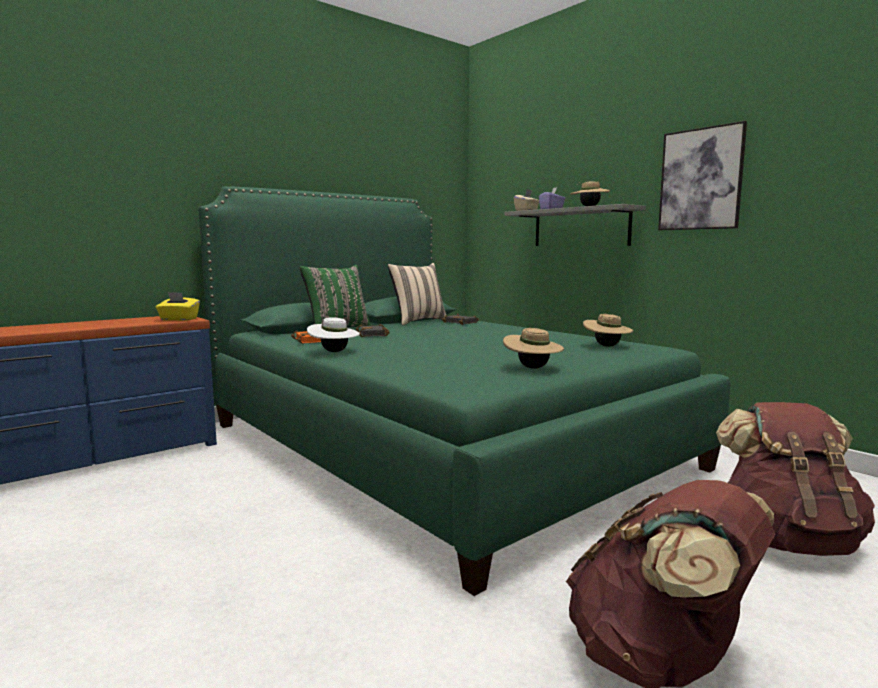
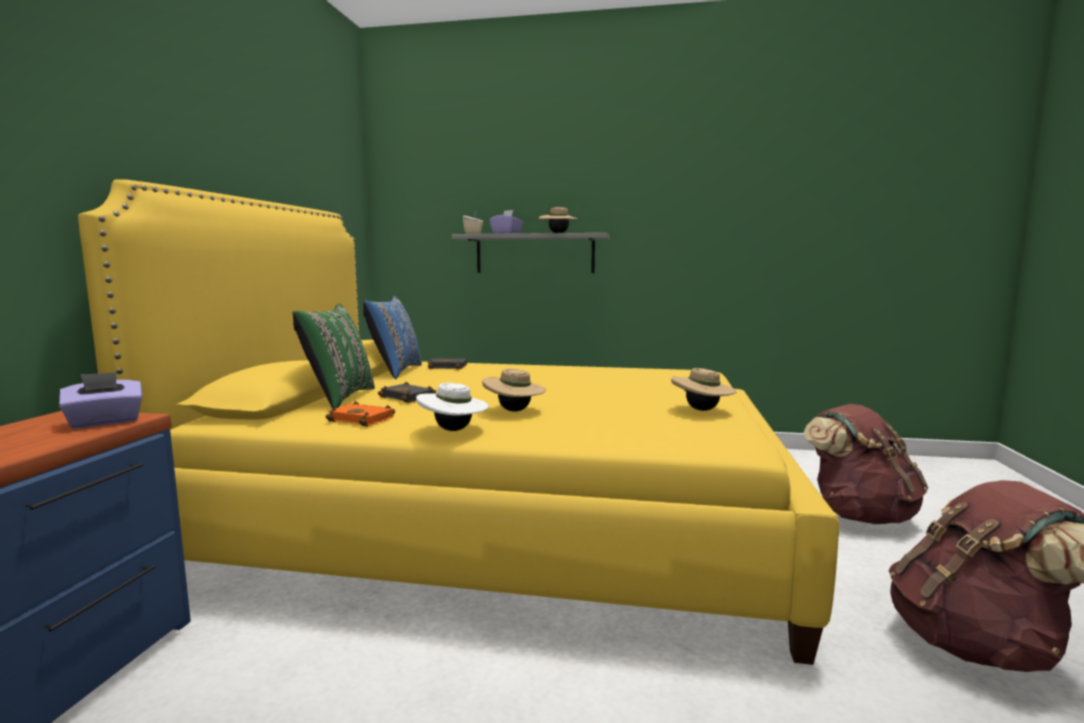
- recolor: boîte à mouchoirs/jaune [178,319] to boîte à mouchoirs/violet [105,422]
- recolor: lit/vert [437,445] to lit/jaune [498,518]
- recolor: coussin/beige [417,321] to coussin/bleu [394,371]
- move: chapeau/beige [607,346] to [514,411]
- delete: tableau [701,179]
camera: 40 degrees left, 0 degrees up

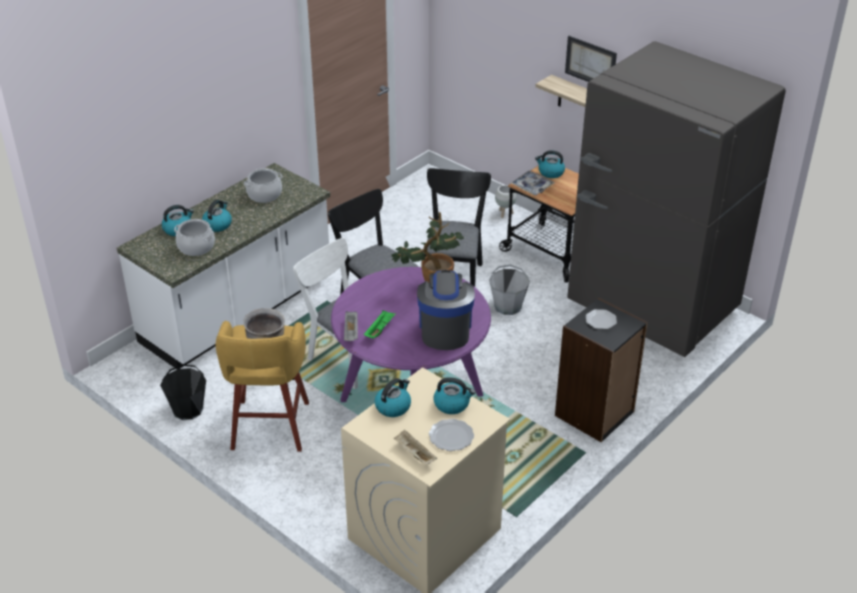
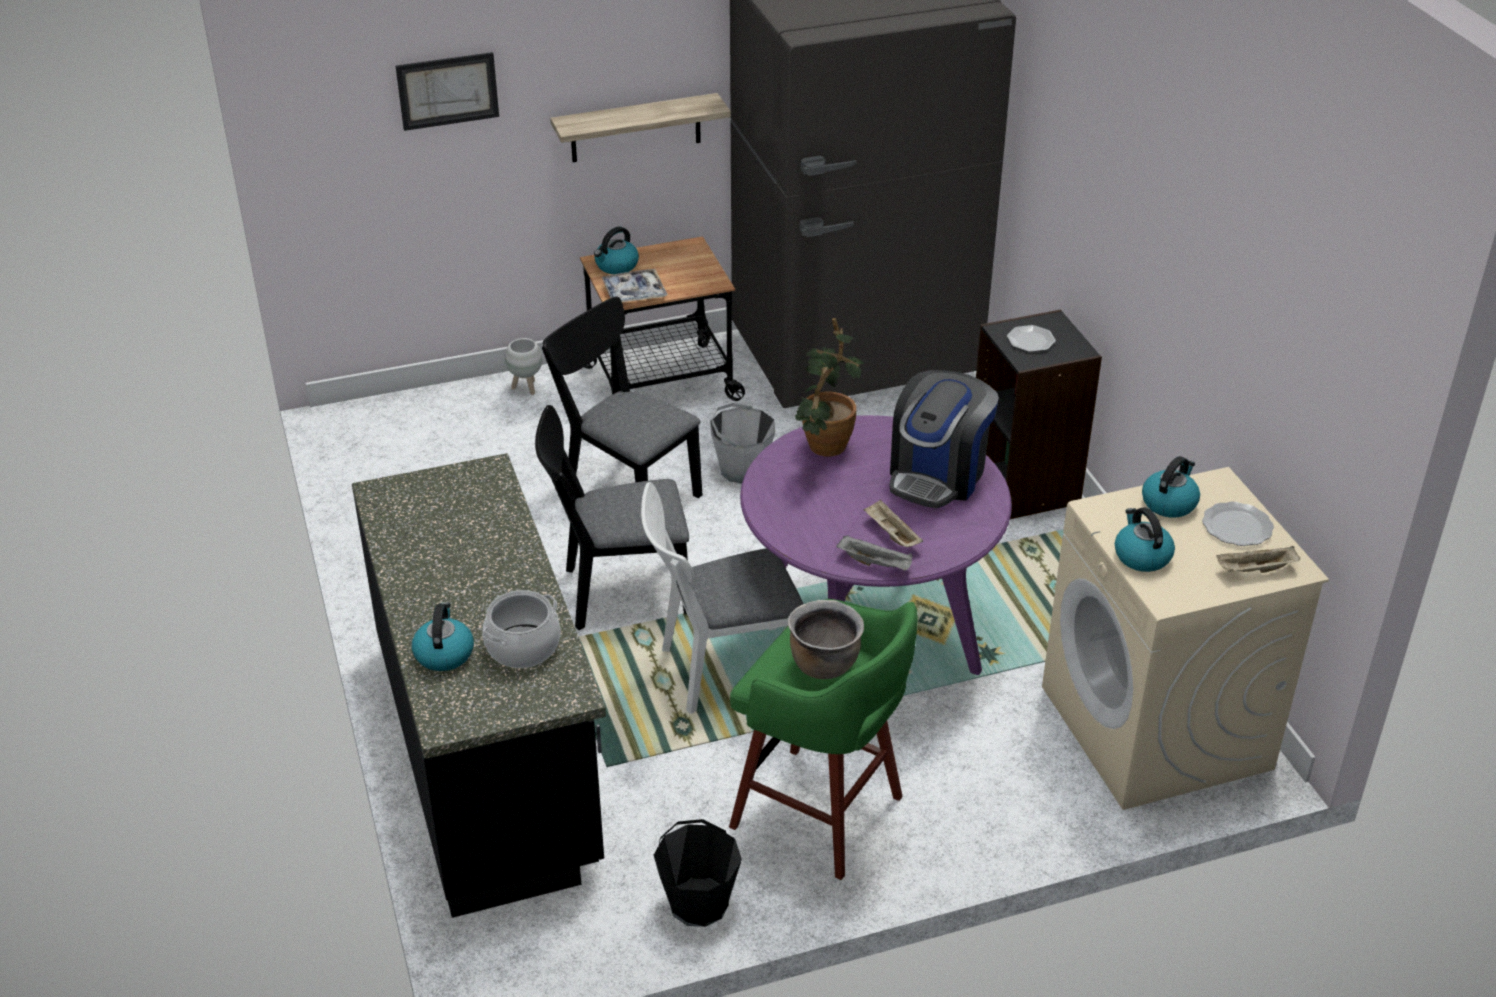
- recolor: comptoir de cuisine/blanc [238,311] to comptoir de cuisine/noir [490,755]
- move: tableau [590,62] to [447,90]
- recolor: tabouret/jaune [269,428] to tabouret/vert [821,815]
- recolor: plateau/vert [379,330] to plateau/beige [891,534]
- rotate: machine à café [445,329] = [938,475] 90 degrees counterclockwise
- delete: bouilloire [217,224]
- delete: marmite [264,195]
camera: 60 degrees left, 0 degrees up

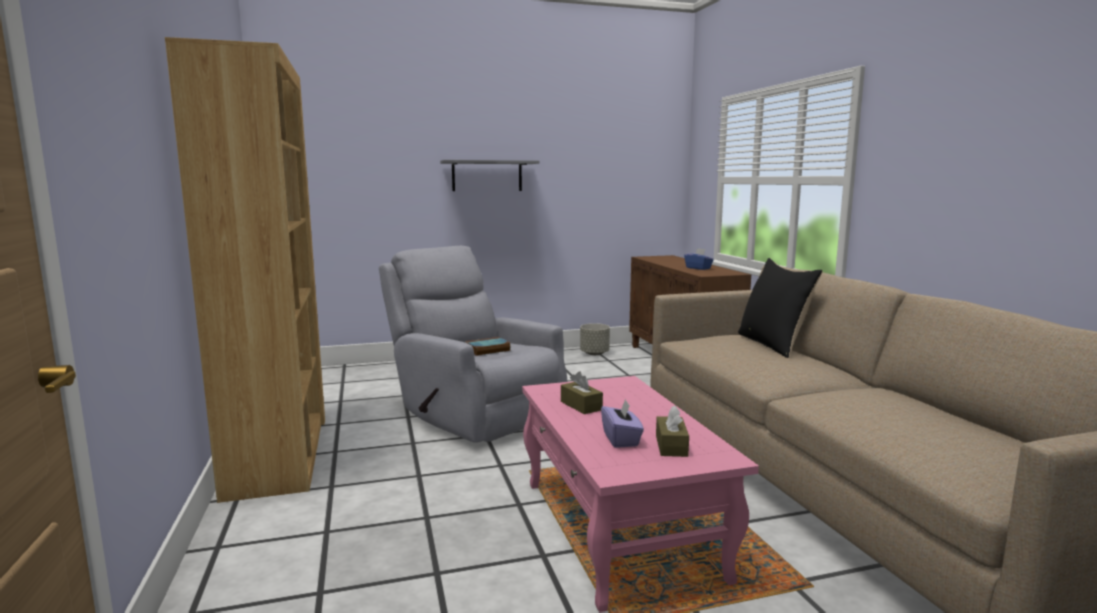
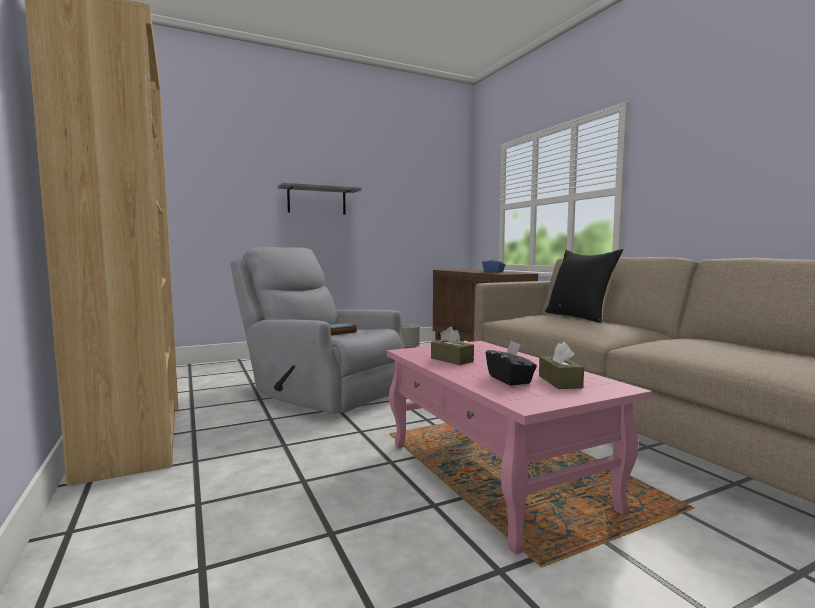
- recolor: boîte à mouchoirs/violet [621,439] to boîte à mouchoirs/noir [510,379]
camera: 10 degrees left, 5 degrees down

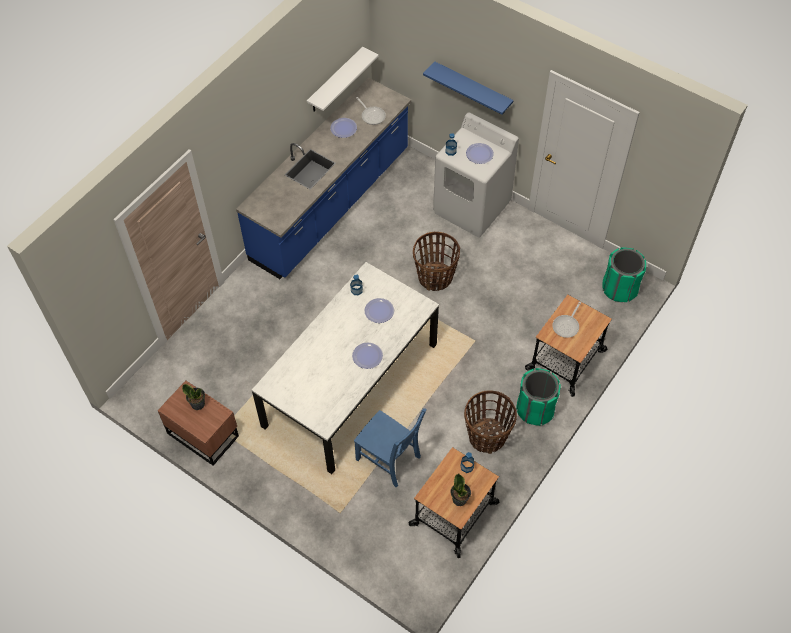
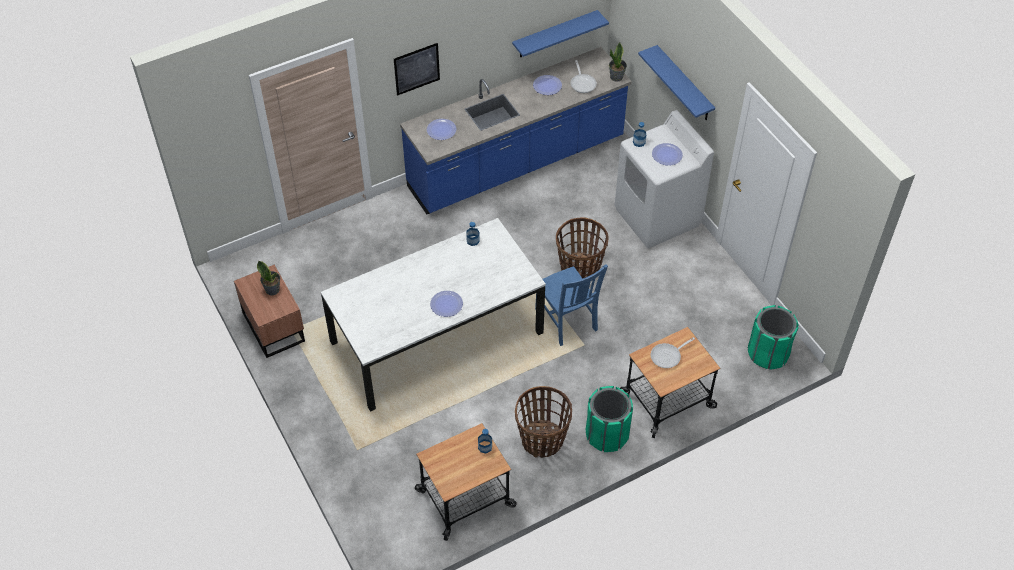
- insert: tableau [416,69]
- move: assiette [379,311] to [441,130]
- recolor: étagère/blanc [335,81] to étagère/bleu [555,34]
- move: chaise/bleu [390,459] to [567,321]
- move: plante en pot [460,499] to [616,77]
camera: 25 degrees right, 5 degrees down

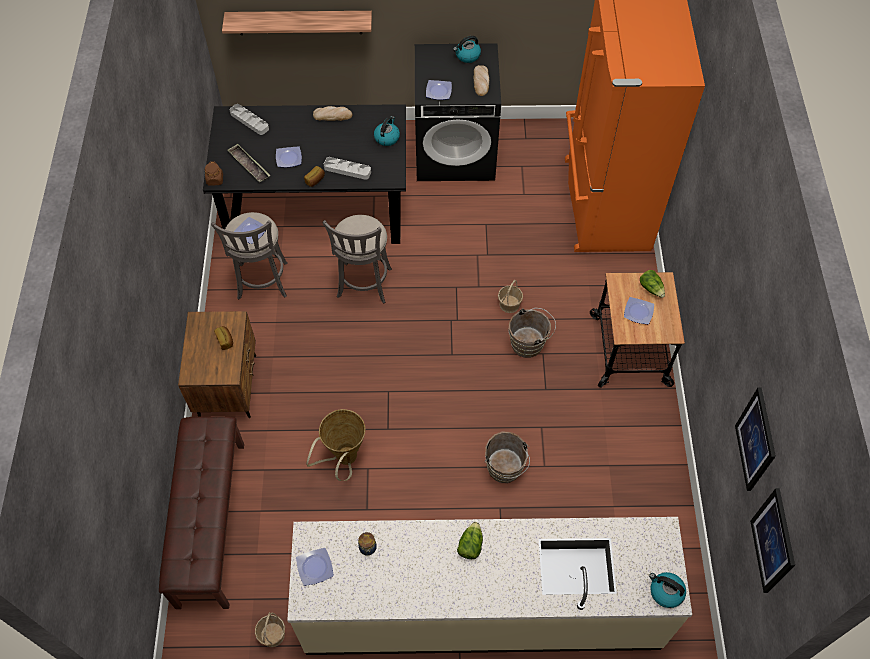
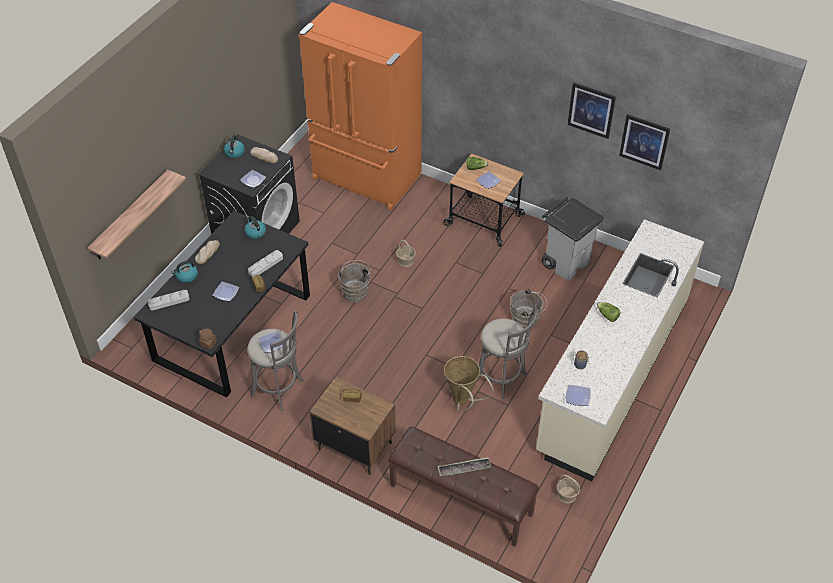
- move: bouilloire [665,592] to [186,276]
- move: seau/marron [529,343] to [356,291]
- move: plateau [249,165] to [464,469]
- move: tabouret/gris [364,285] to [502,379]
- insert: poubelle/gris [566,263]
- move: tableau [773,541] to [591,110]
camera: 60 degrees left, 10 degrees down

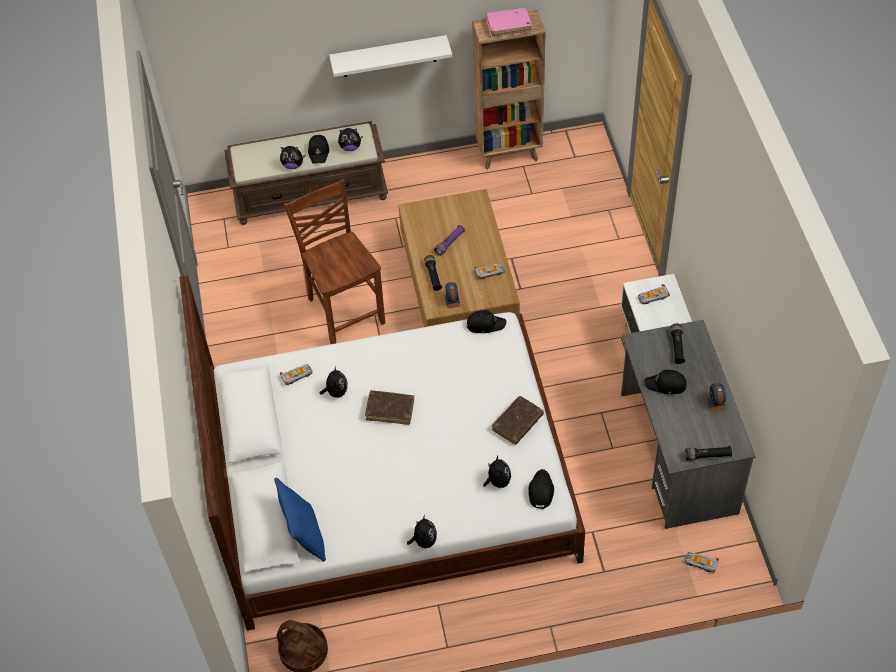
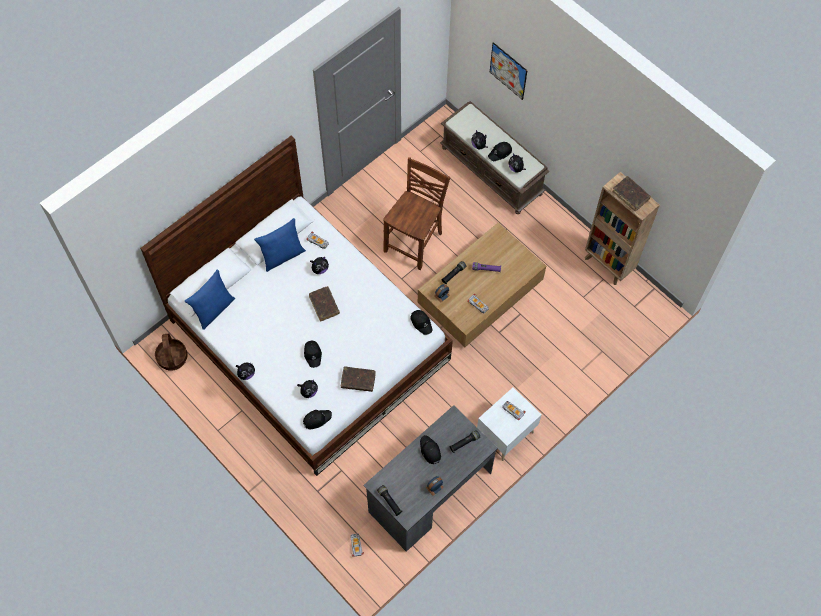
- insert: coussin/bleu [282,255]
- insert: casquette/noir [313,354]
- insert: tableau [508,71]
- recolor: livre/rose [508,26] to livre/marron [630,195]
- delete: étagère/blanc [389,56]
camera: 55 degrees right, 10 degrees up

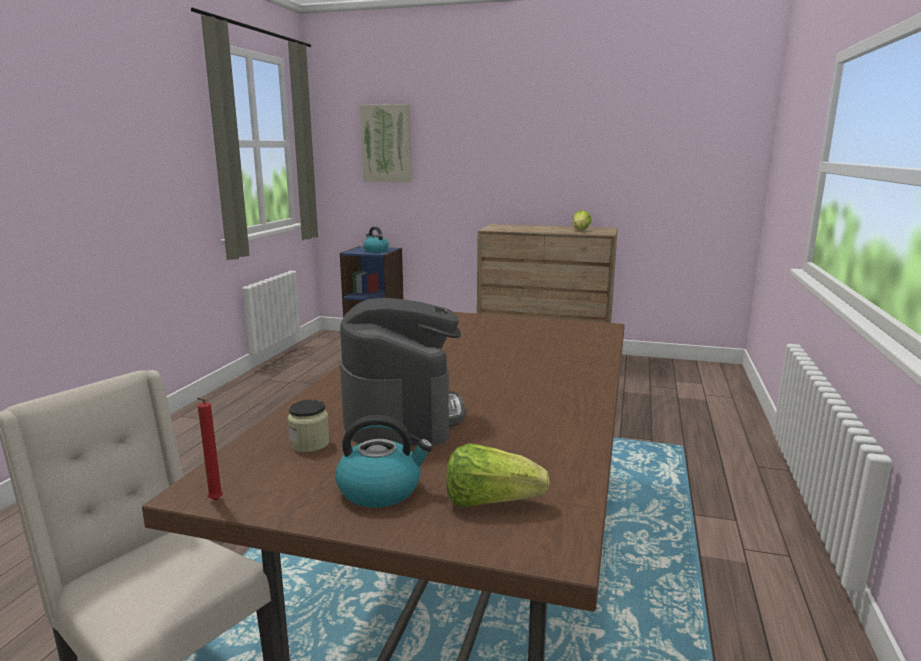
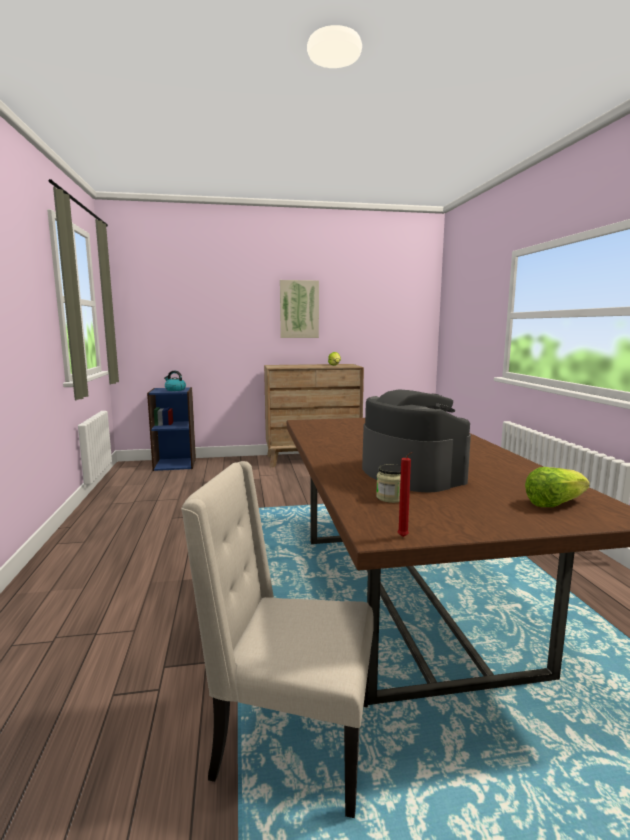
- move: tableau [386,144] to [299,309]
- delete: bouilloire [381,489]
camera: 25 degrees left, 5 degrees down

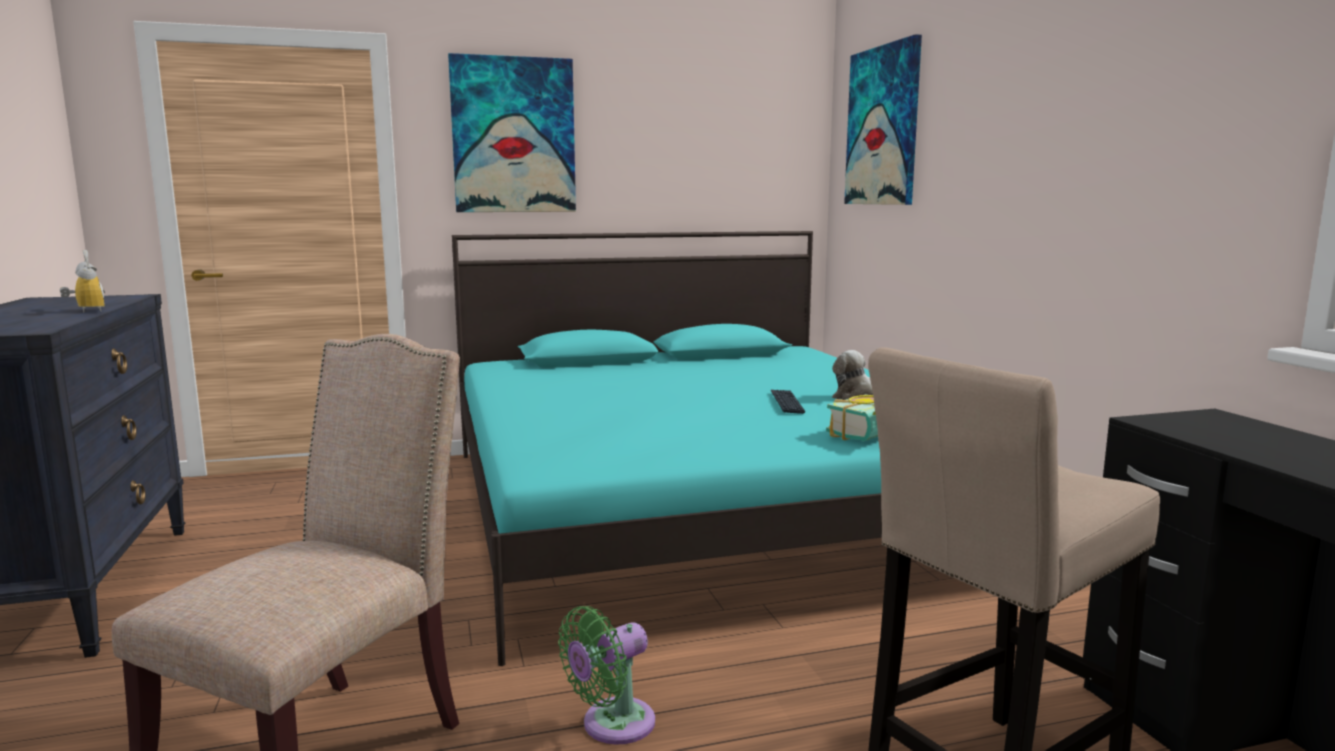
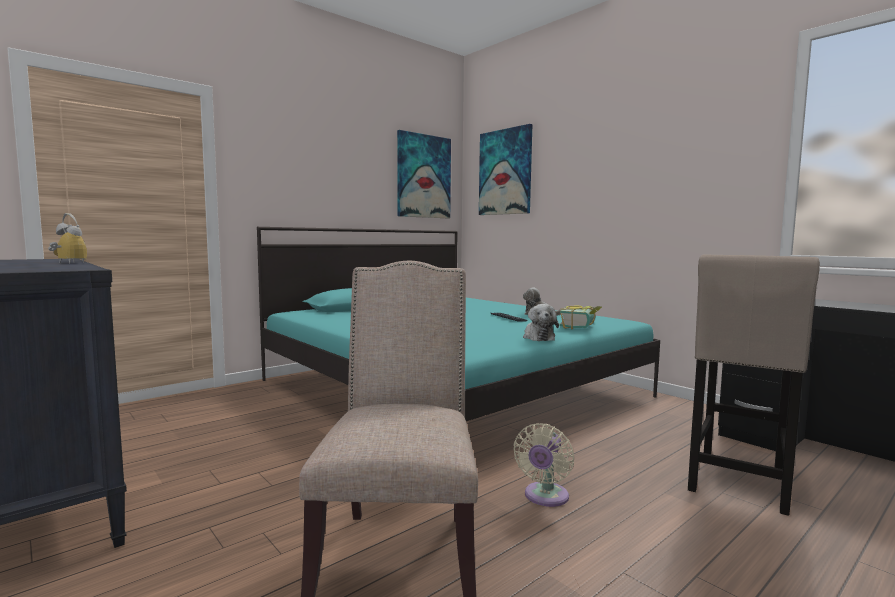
- move: tableau [513,135] to [423,176]
- recolor: ventilateur/vert [612,725] to ventilateur/beige [545,497]
- insert: peluche [538,337]
camera: 25 degrees left, 5 degrees down

